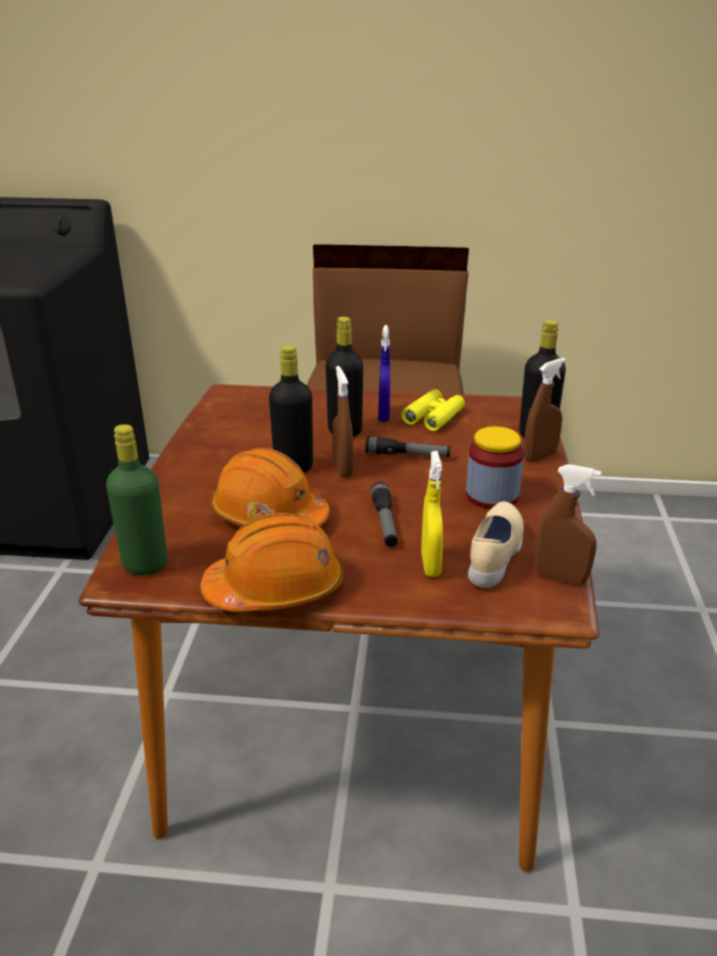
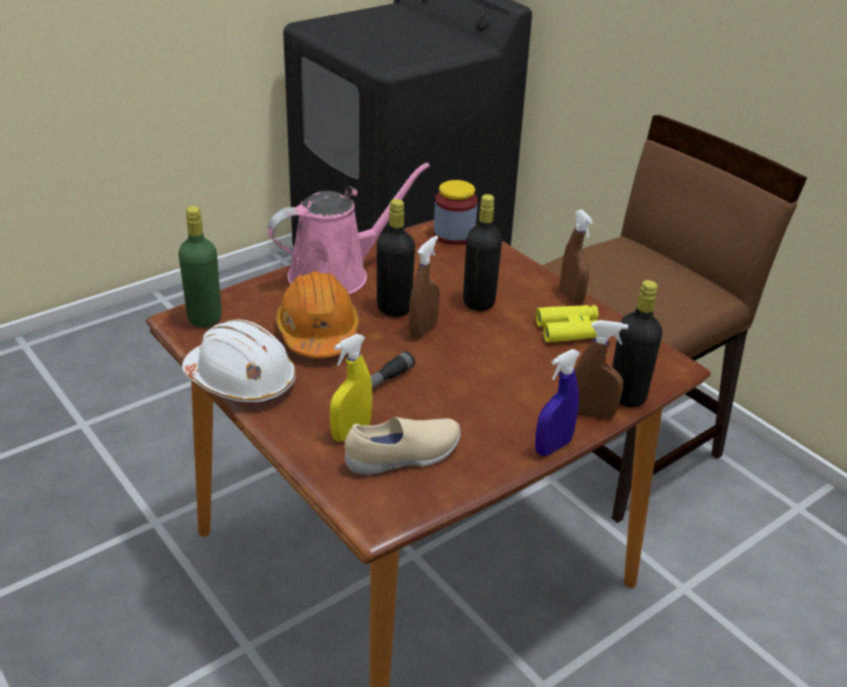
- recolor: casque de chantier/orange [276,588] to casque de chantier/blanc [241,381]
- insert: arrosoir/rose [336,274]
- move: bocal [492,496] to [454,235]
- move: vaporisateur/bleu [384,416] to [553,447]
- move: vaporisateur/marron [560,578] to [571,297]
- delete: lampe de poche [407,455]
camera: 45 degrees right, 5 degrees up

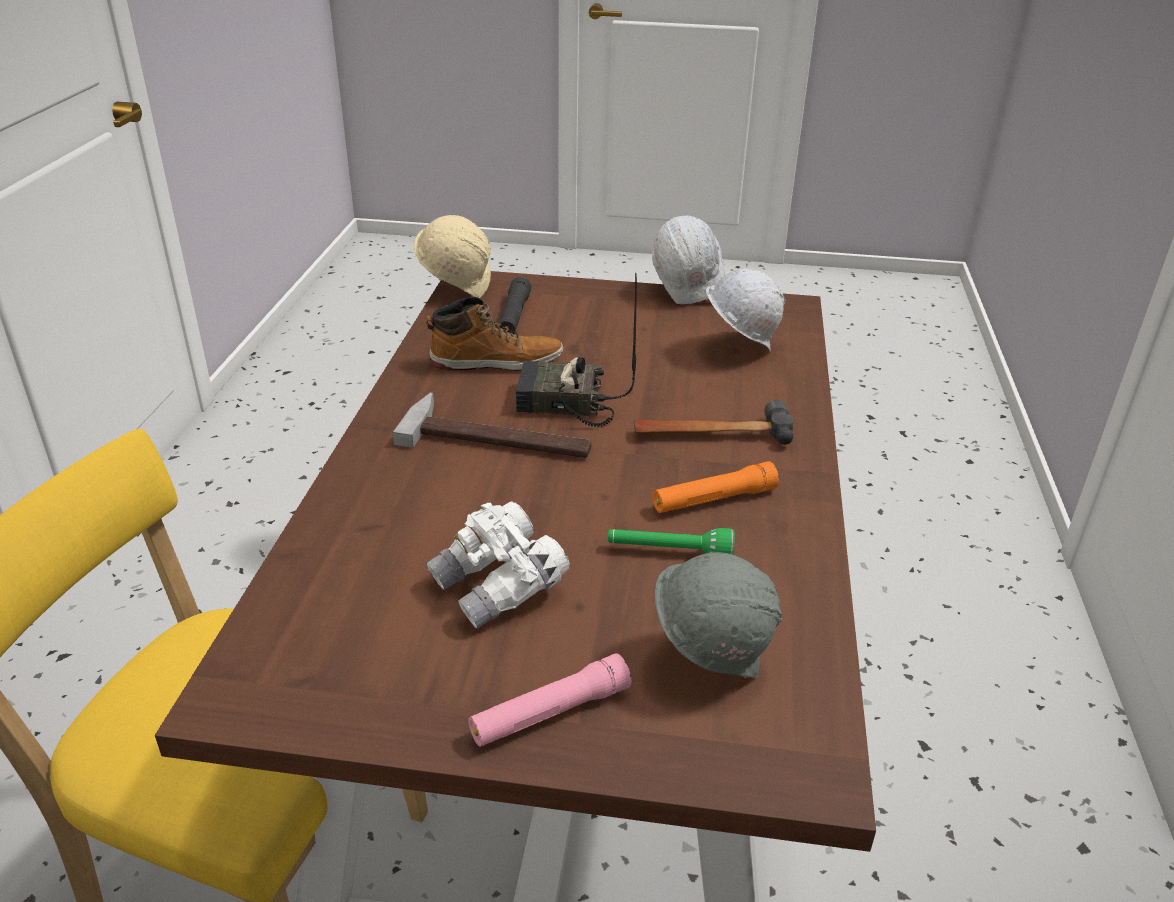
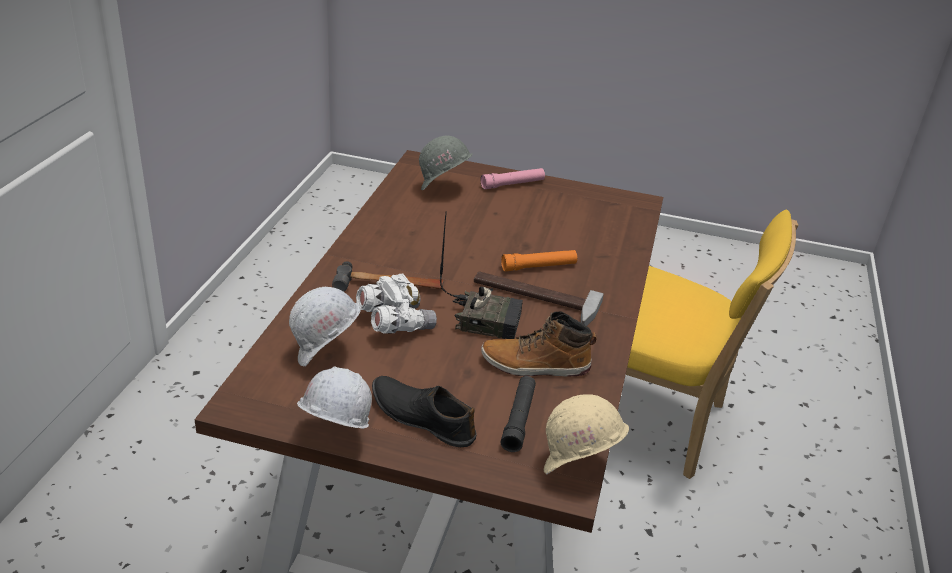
- move: jumelles/blanc [499,587] to [394,323]
- insert: chaussure/noir [422,417]
- move: lampe de poche/orange [713,499] to [539,266]
- delete: lampe de poche/vert [669,552]
camera: 175 degrees left, 0 degrees up

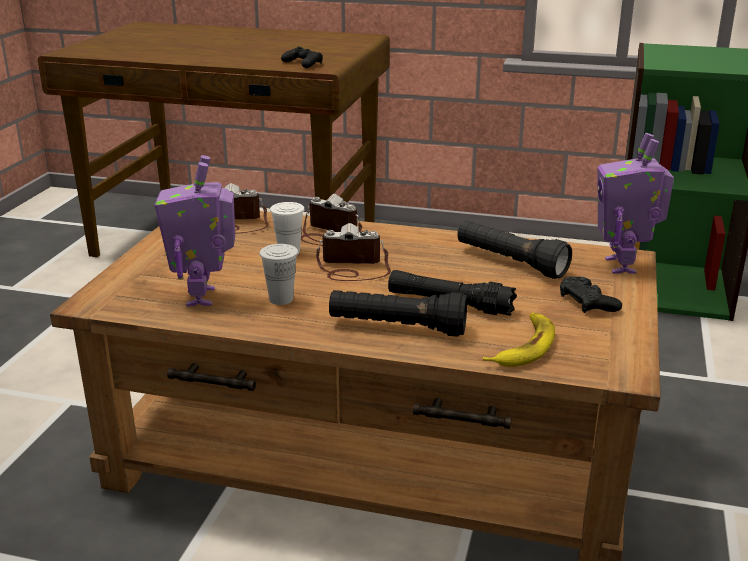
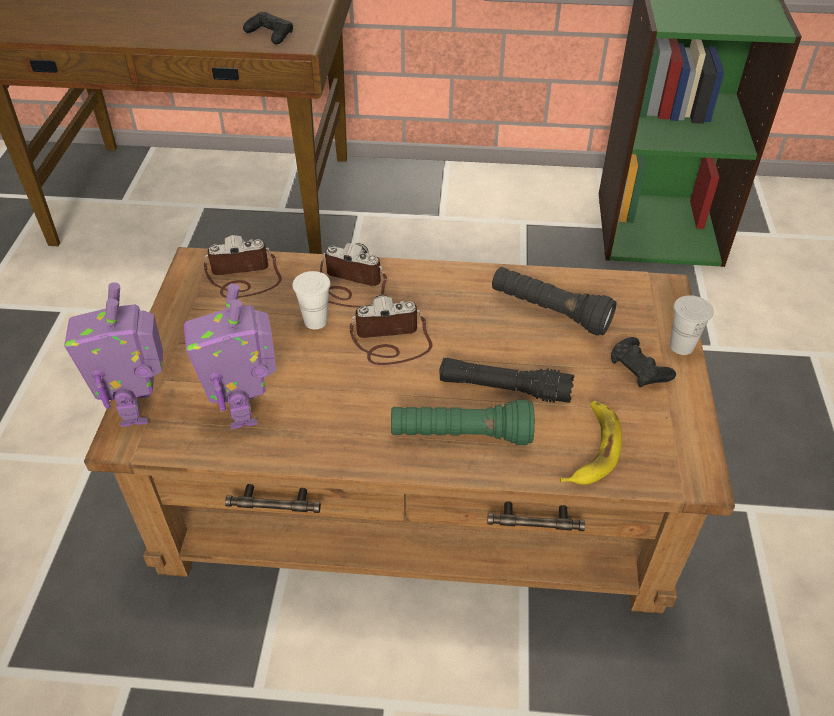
- move: robot jouet [623,265] to [138,409]
- recolor: lampe de poche/noir [397,328] to lampe de poche/vert [460,436]
- move: tasse/blanc [281,299] to [681,346]
camera: 10 degrees left, 20 degrees up

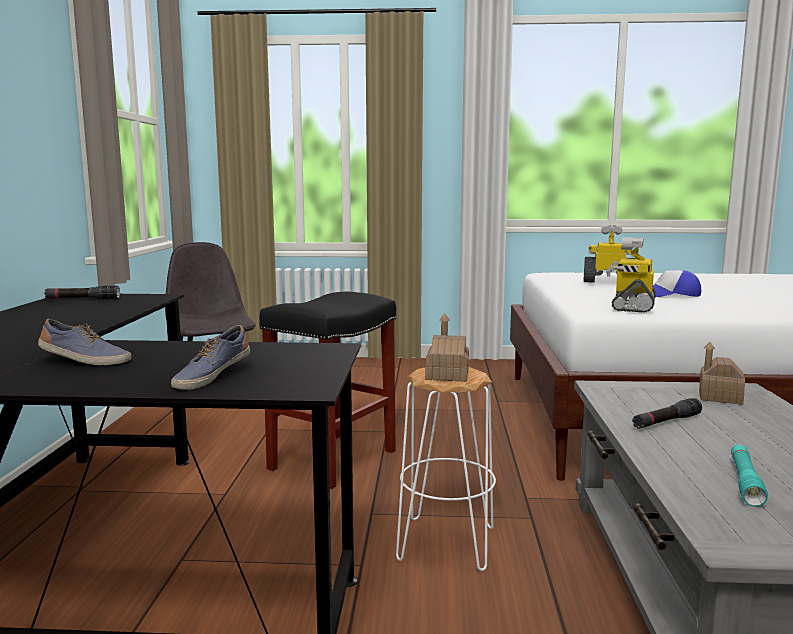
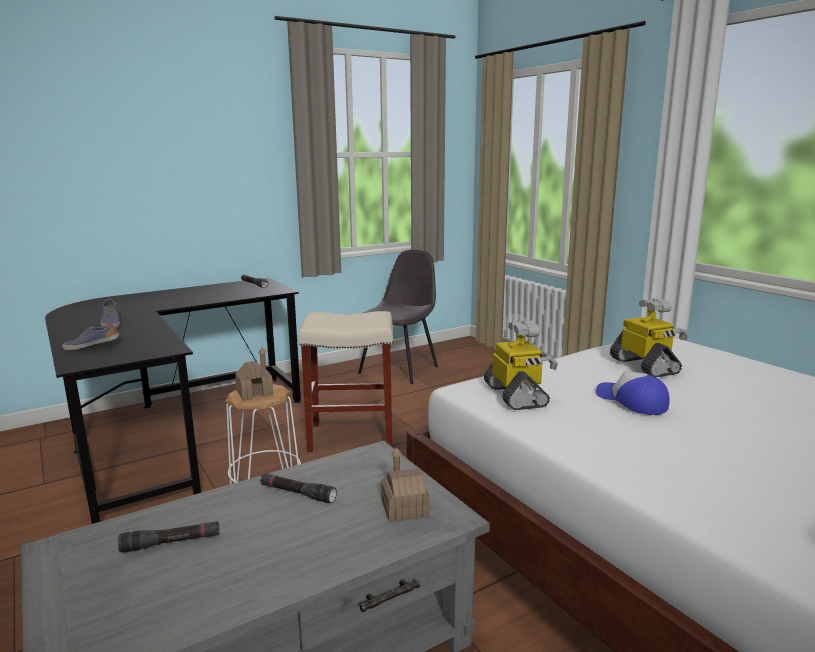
- recolor: lampe de poche/turquoise [745,482] to lampe de poche/noir [171,543]
- recolor: tabouret/noir [333,459] to tabouret/beige [352,436]
- rotate: robot jouet [632,306] = [516,396] 90 degrees clockwise
camera: 55 degrees right, 5 degrees up

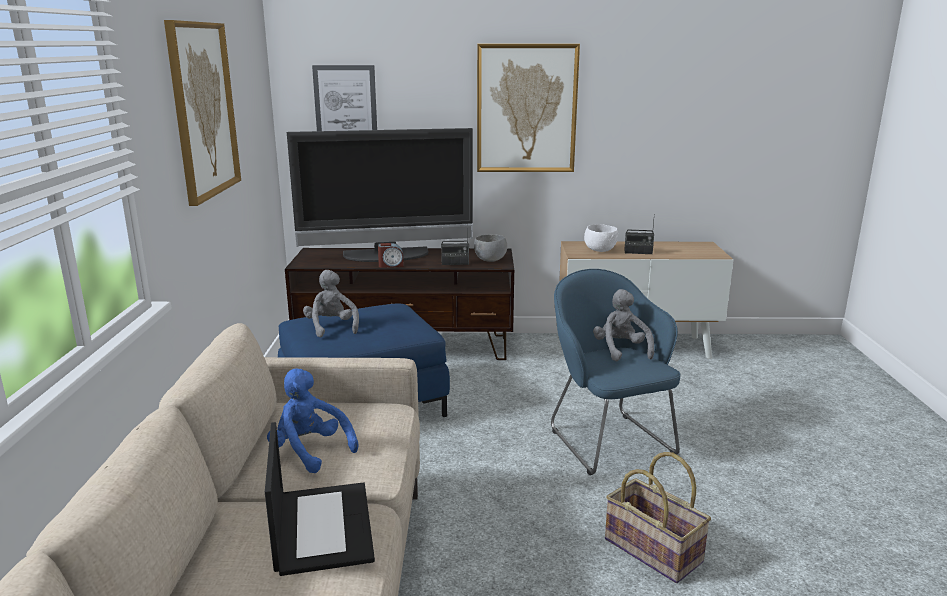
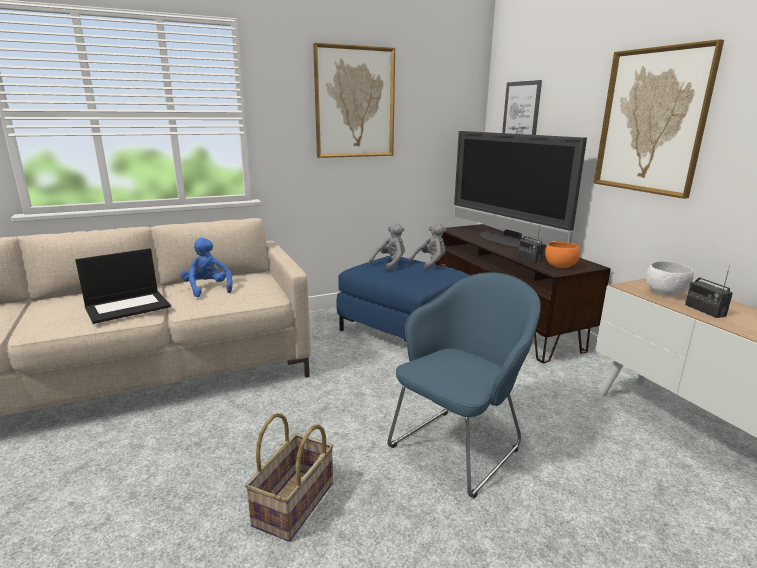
- rotate: peluche/bleu [310,451] = [207,289] 45 degrees counterclockwise
- move: peluche/gris [621,350] to [430,263]
- recolor: bol/gris [489,260] to bol/orange [559,266]
- delete: réveil [391,265]
camera: 65 degrees right, 0 degrees up

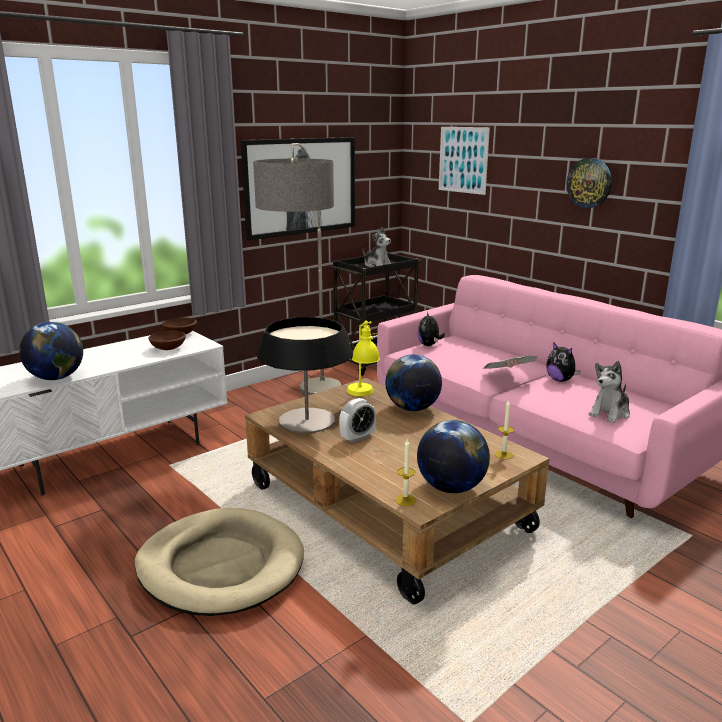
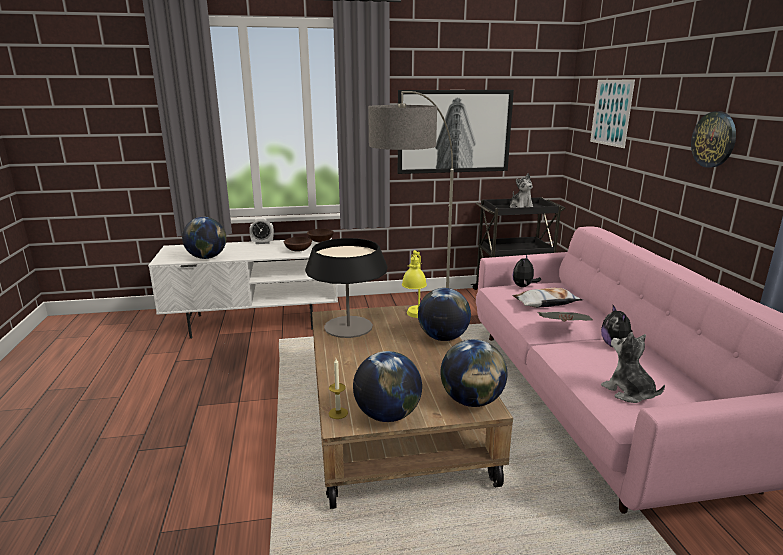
- move: réveil [357,437] to [262,243]
- replace: bougie [503,455] to globe [471,401]
- insert: coussin [545,303]
- rotate: peluche [610,413] = [628,392] 75 degrees clockwise
- delete: panier pour chien/beige [221,566]
camera: 30 degrees right, 0 degrees up

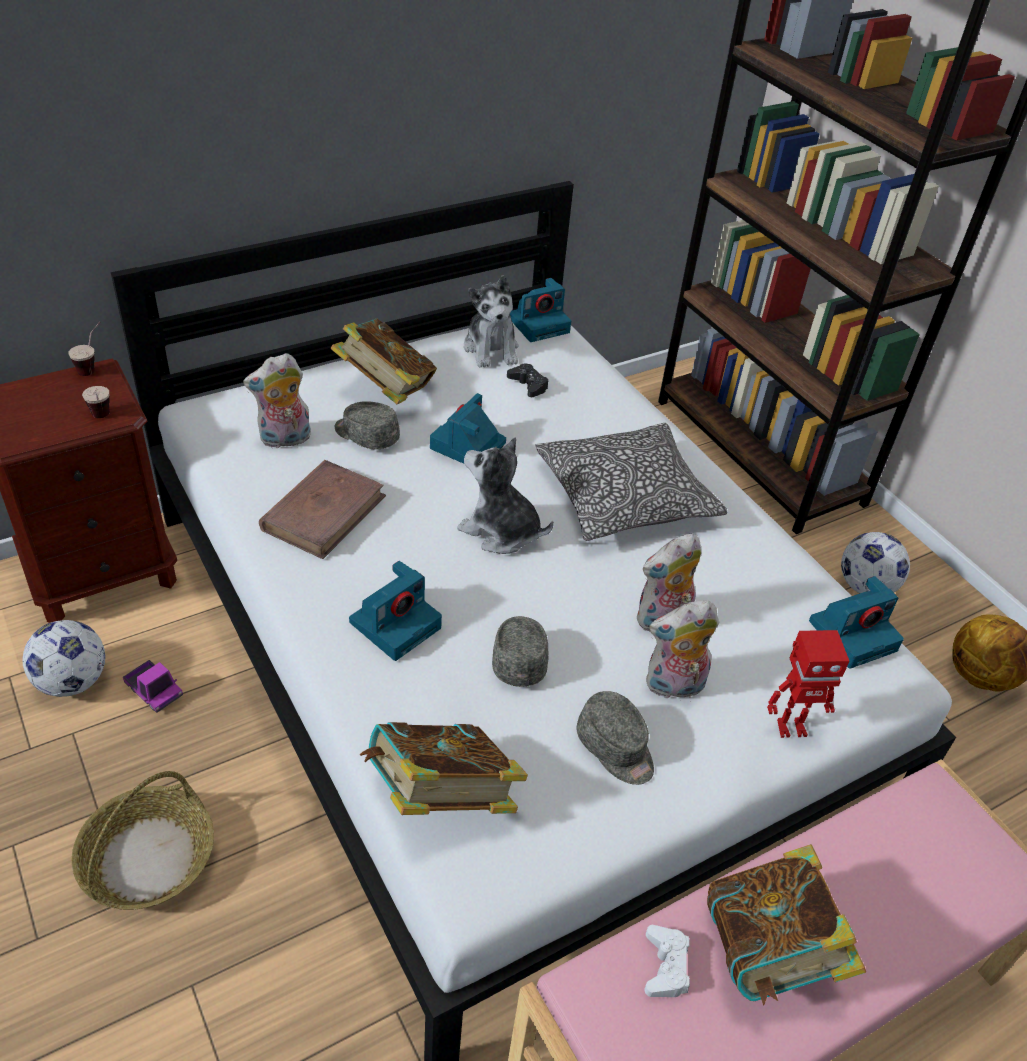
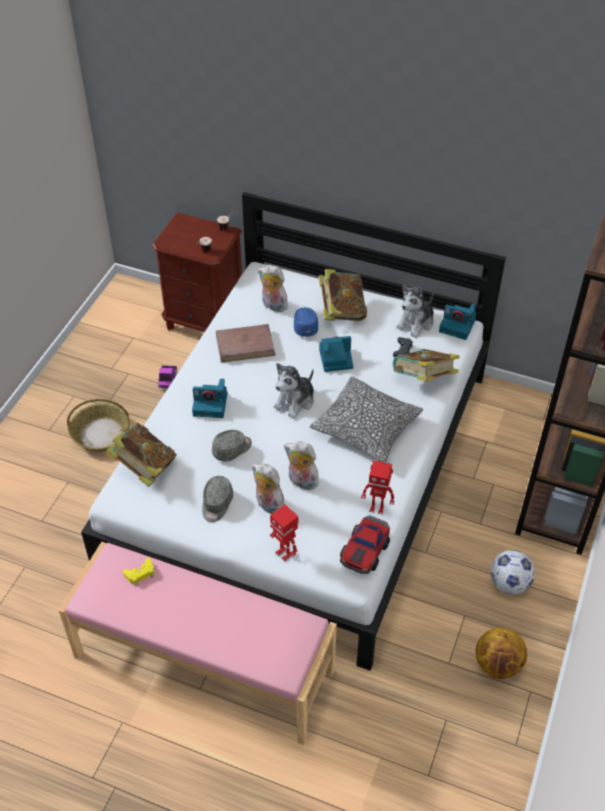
- recolor: manette/blanc [666,966] to manette/jaune [140,574]
- rotate: peluche [500,531] = [295,401] 135 degrees counterclockwise
- recolor: casquette/gris [366,435] to casquette/bleu [305,325]
- replace: appareil photo [853,634] to petite voiture [365,550]
- insert: robot jouet [377,508]
- move: livre [769,952] to [423,380]
- delete: ballon de foot [72,681]
camera: 55 degrees right, 5 degrees up

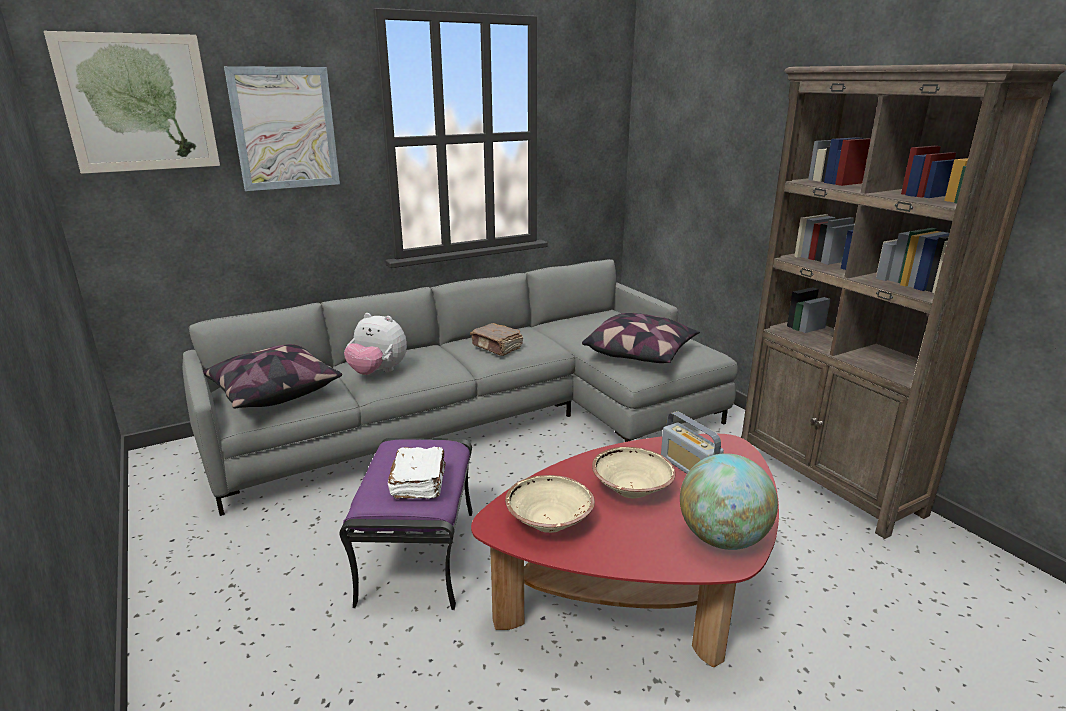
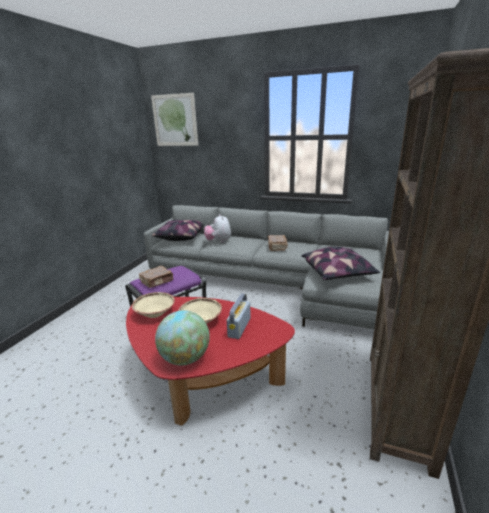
- recolor: livre/blanc [419,483] to livre/marron [157,281]
- delete: tableau [285,129]
camera: 50 degrees right, 0 degrees up

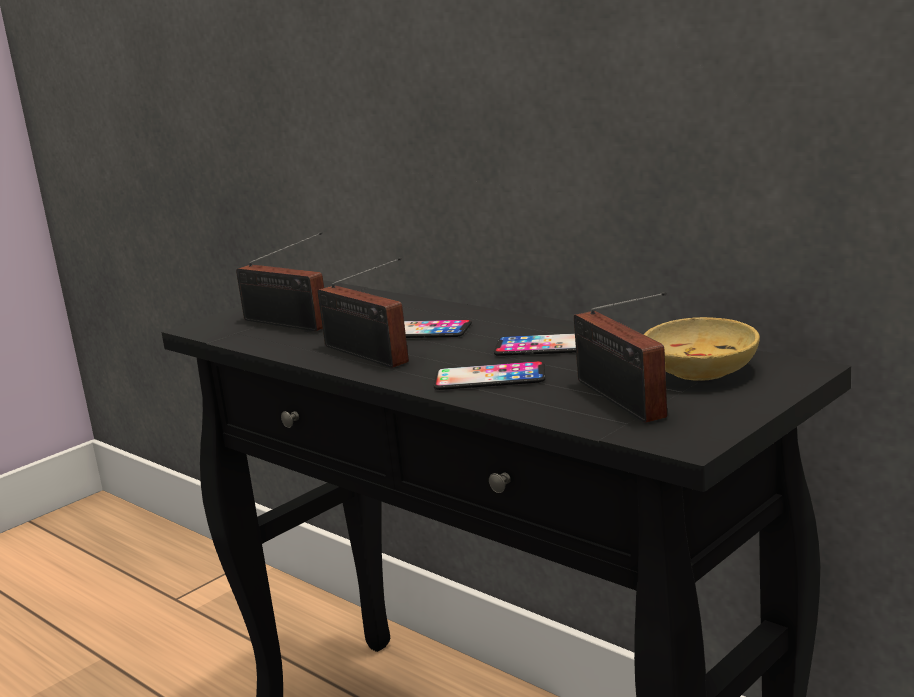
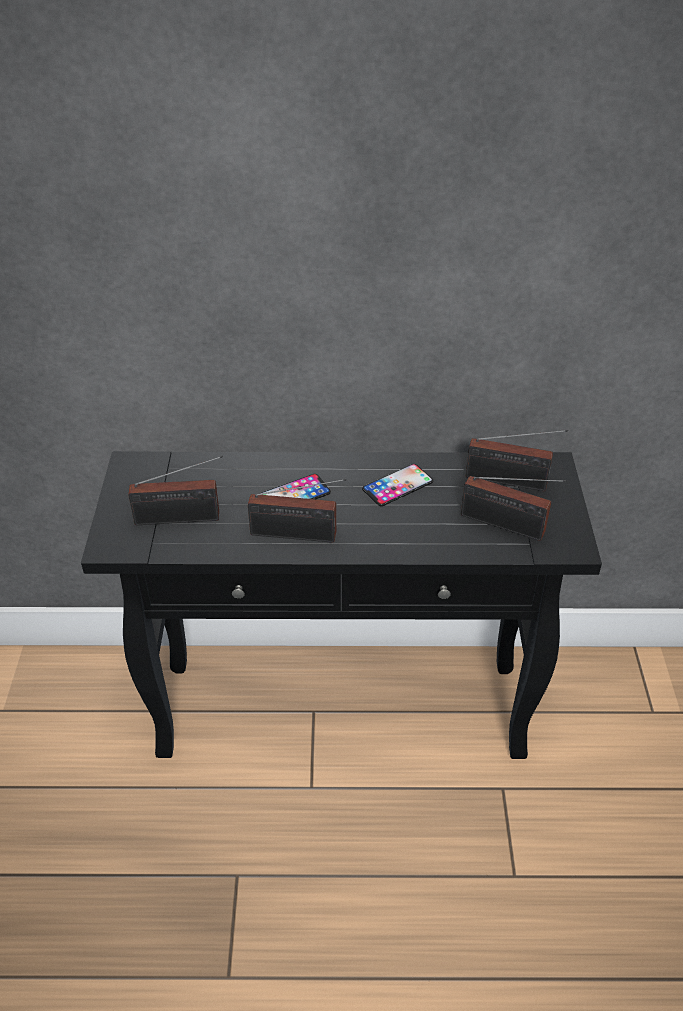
- replace: bol/beige [702,370] to radio [510,481]
- delete: téléphone [490,377]
camera: 45 degrees left, 25 degrees up

